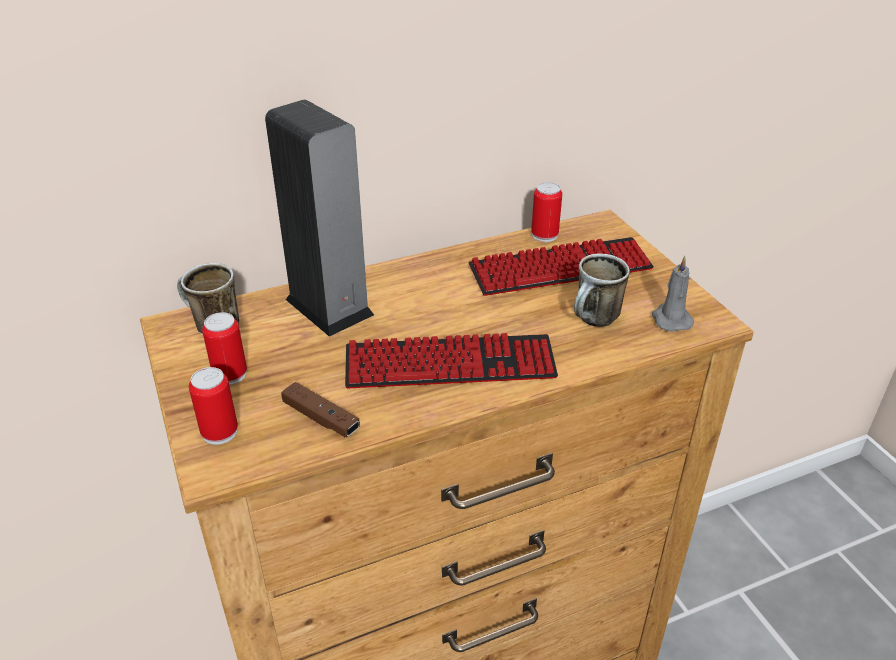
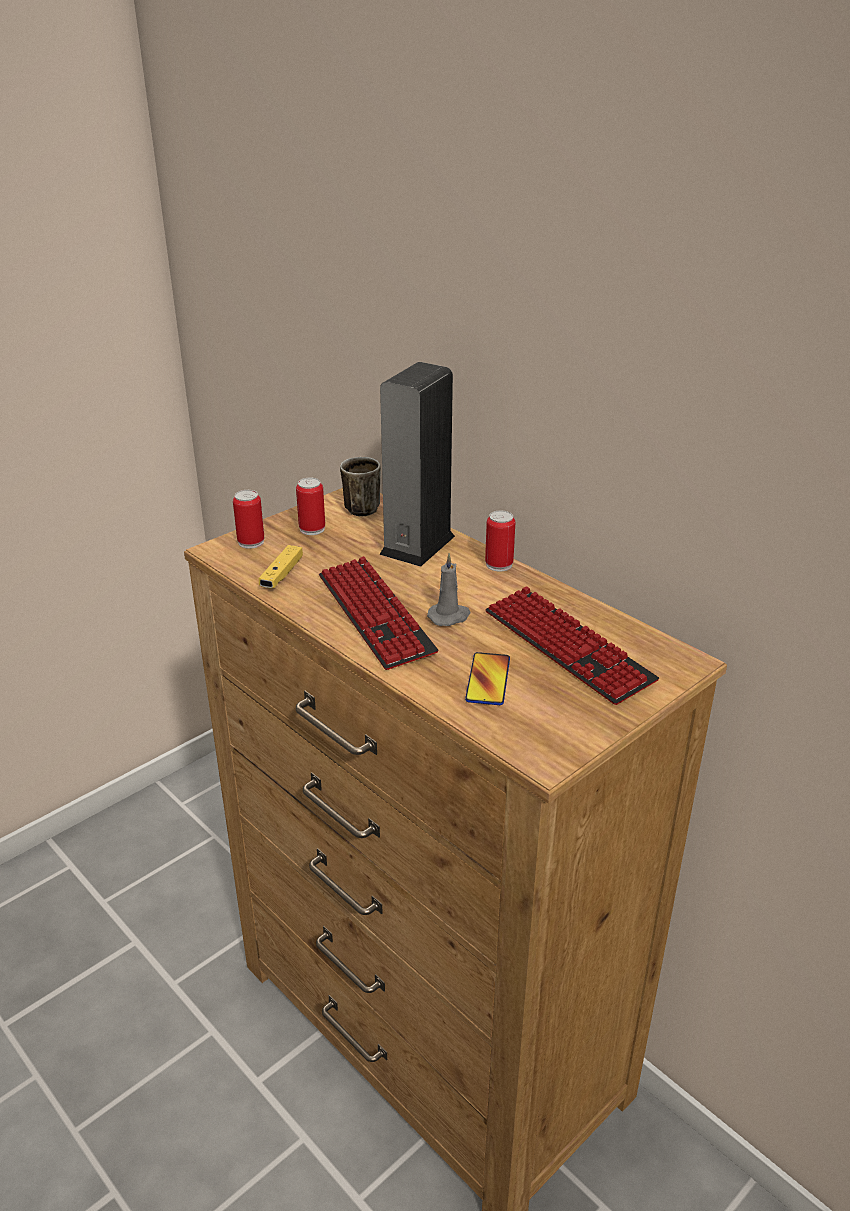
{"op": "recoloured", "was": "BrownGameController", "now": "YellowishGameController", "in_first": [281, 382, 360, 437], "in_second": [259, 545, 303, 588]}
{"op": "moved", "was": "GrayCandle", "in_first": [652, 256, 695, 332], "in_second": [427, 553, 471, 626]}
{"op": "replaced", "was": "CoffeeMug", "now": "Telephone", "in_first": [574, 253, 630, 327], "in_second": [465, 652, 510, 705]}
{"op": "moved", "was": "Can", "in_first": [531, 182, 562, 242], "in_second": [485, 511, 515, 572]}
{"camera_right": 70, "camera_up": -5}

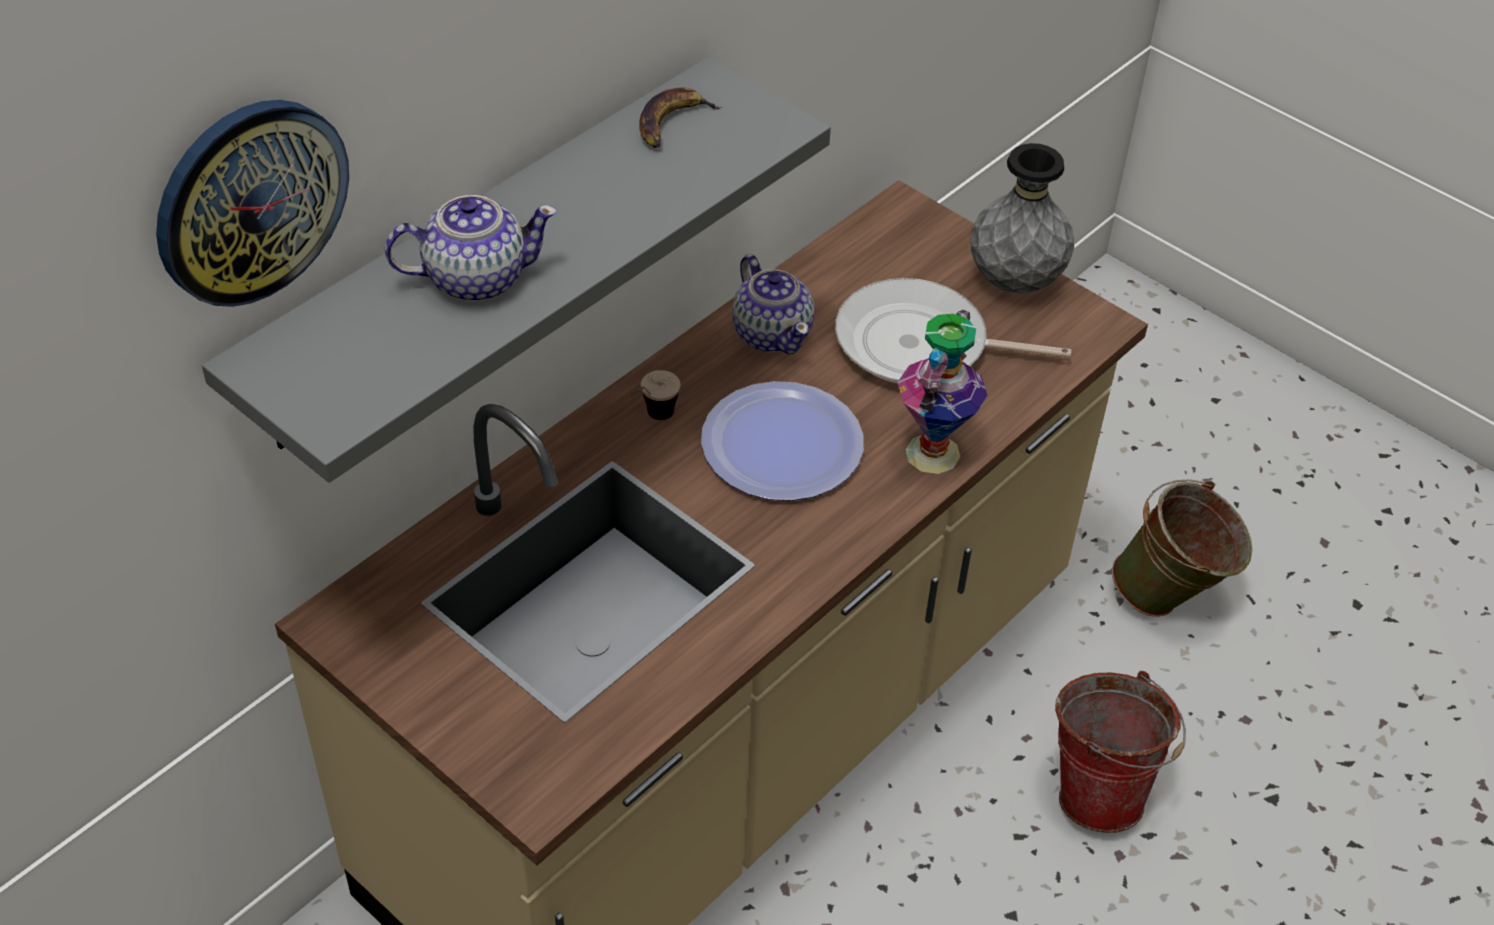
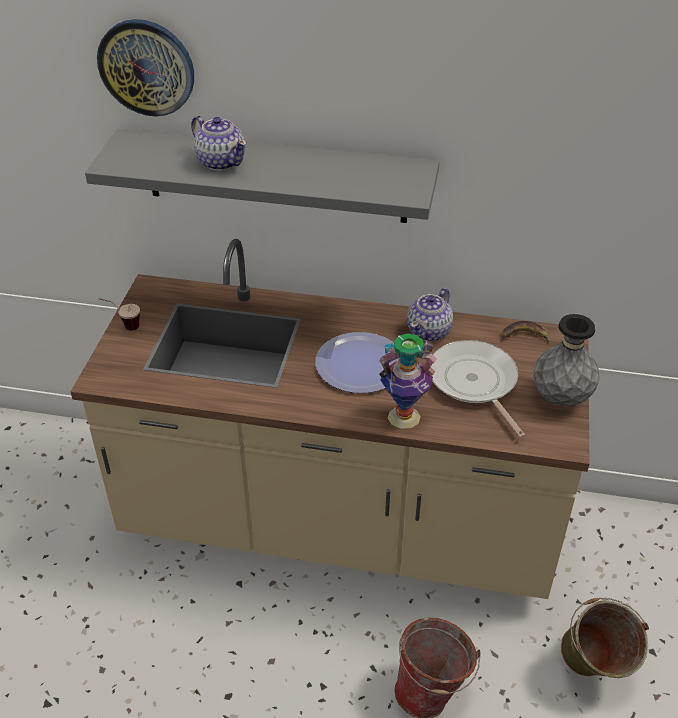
{"op": "moved", "was": "DrinkingCup", "in_first": [628, 370, 681, 420], "in_second": [99, 298, 140, 330]}
{"op": "moved", "was": "BananaFruit", "in_first": [639, 87, 722, 148], "in_second": [502, 321, 551, 345]}
{"camera_right": 60, "camera_up": -5}

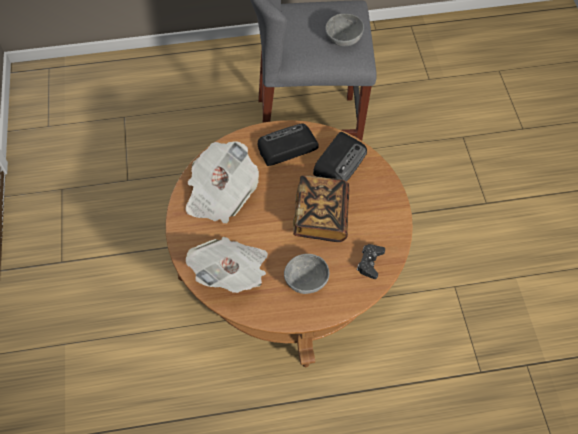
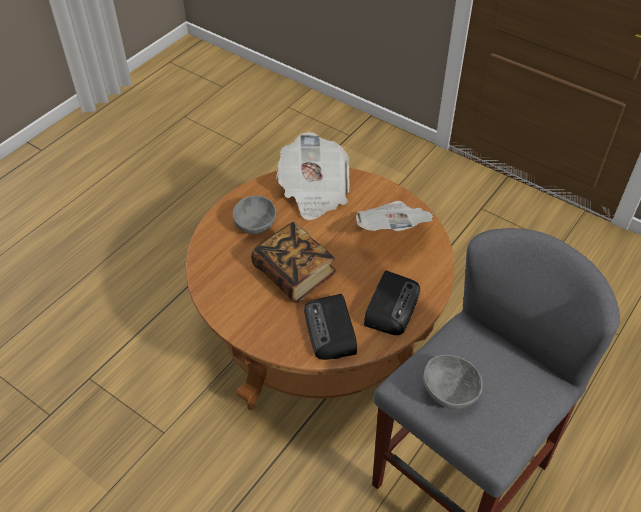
{"op": "removed", "was": "BlackGameController", "in_first": [357, 244, 385, 279]}
{"camera_right": 135, "camera_up": -10}

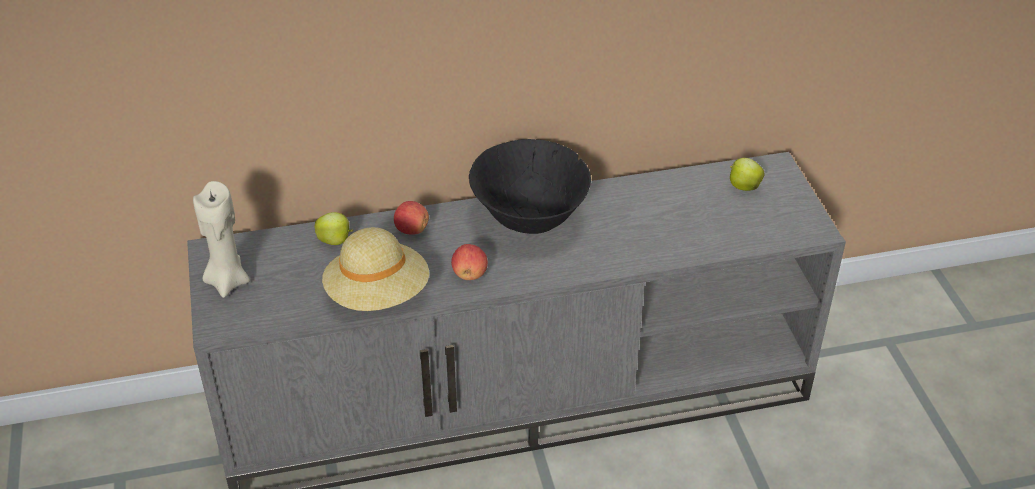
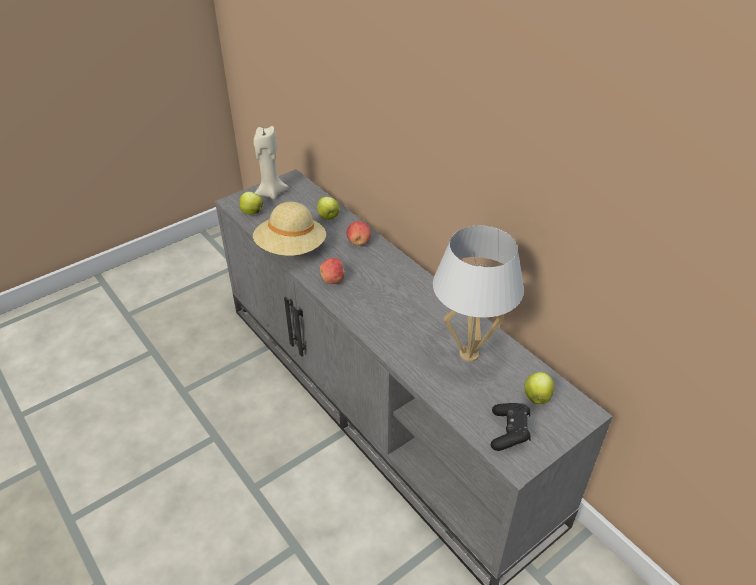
{"op": "added", "now": "WholeApple", "in_second": [240, 192, 263, 214]}
{"op": "added", "now": "WhiteLampForATable", "in_second": [433, 225, 524, 362]}
{"op": "added", "now": "BlackGameController", "in_second": [491, 403, 531, 451]}
{"op": "removed", "was": "BlackBowl", "in_first": [469, 139, 591, 234]}
{"camera_right": 65, "camera_up": 0}

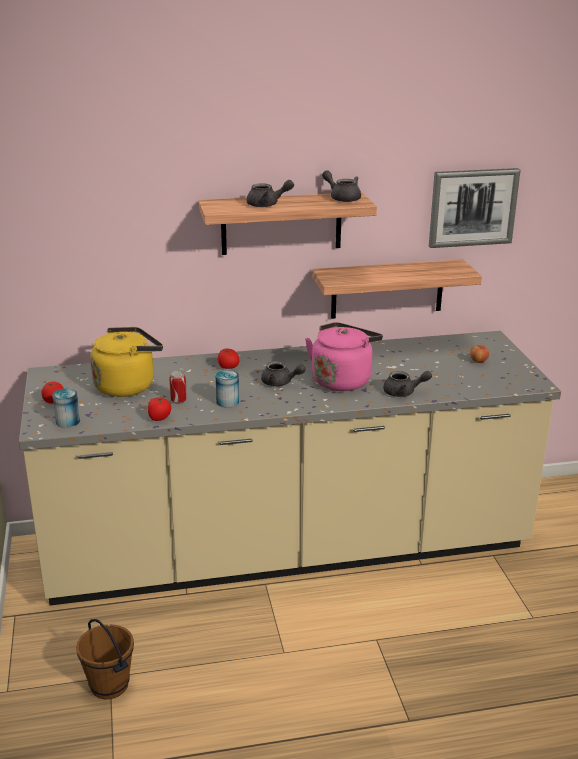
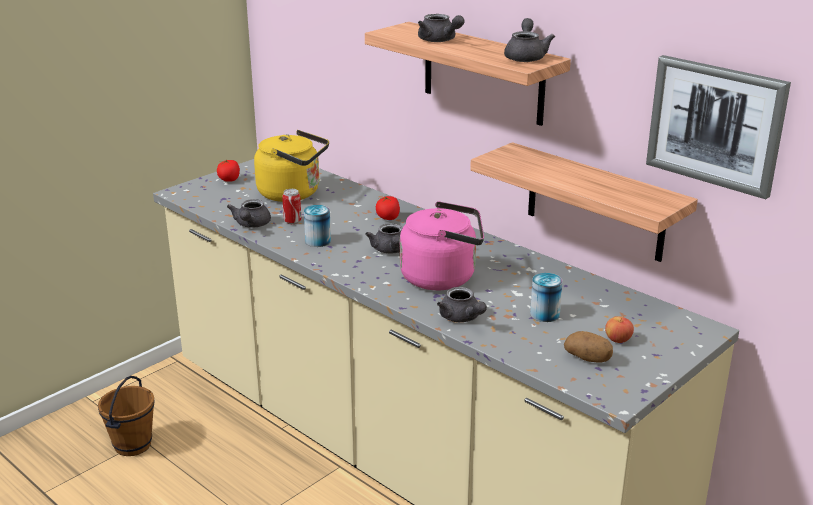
{"op": "replaced", "was": "WholeTomato", "now": "GrayTeaPot", "in_first": [148, 397, 171, 421], "in_second": [227, 199, 271, 228]}
{"op": "moved", "was": "Can", "in_first": [52, 388, 80, 428], "in_second": [530, 273, 563, 322]}
{"op": "added", "now": "Spud", "in_second": [564, 331, 613, 363]}
{"camera_right": 55, "camera_up": 0}

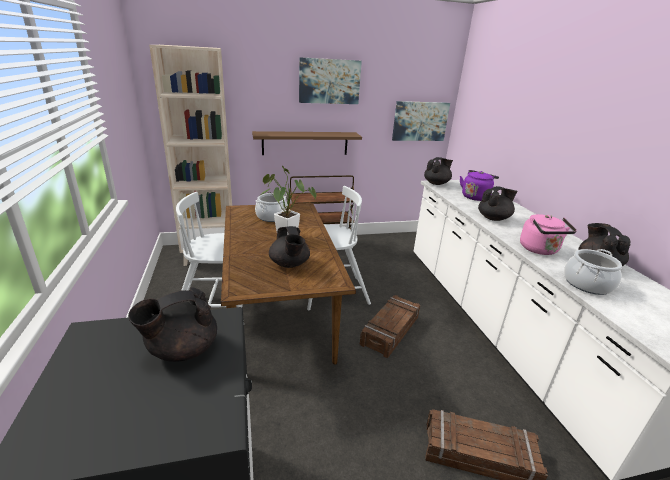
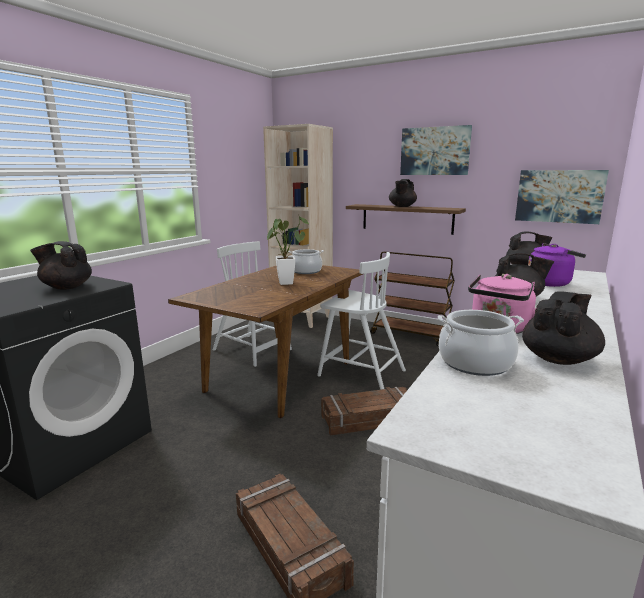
{"op": "moved", "was": "BlackTeaPot", "in_first": [269, 226, 310, 268], "in_second": [389, 179, 417, 207]}
{"camera_right": 45, "camera_up": -10}

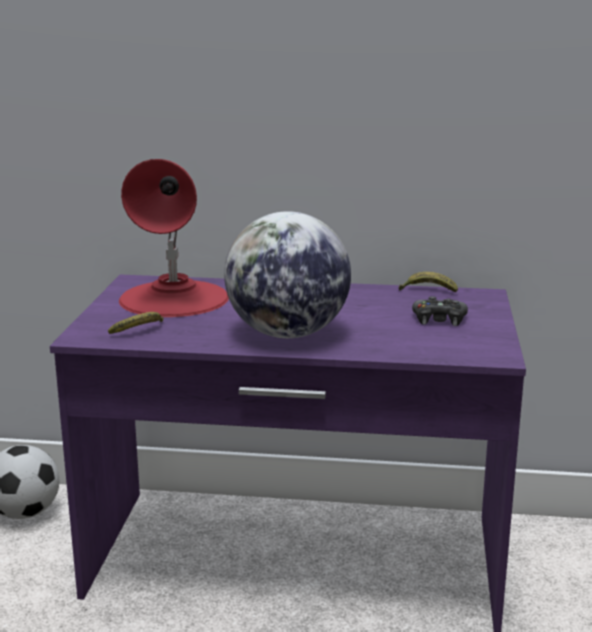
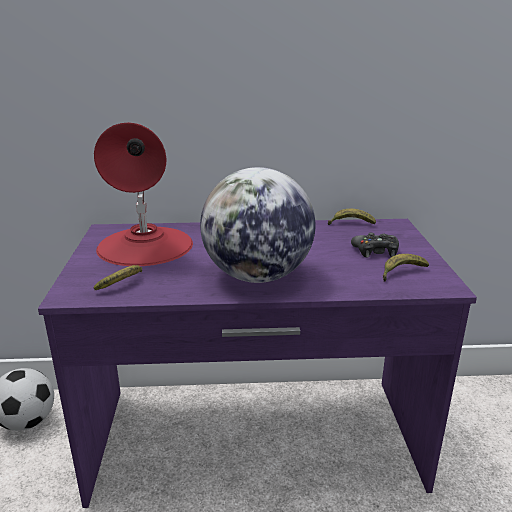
{"op": "added", "now": "BananaFruit", "in_second": [383, 254, 429, 282]}
{"camera_right": -10, "camera_up": 5}

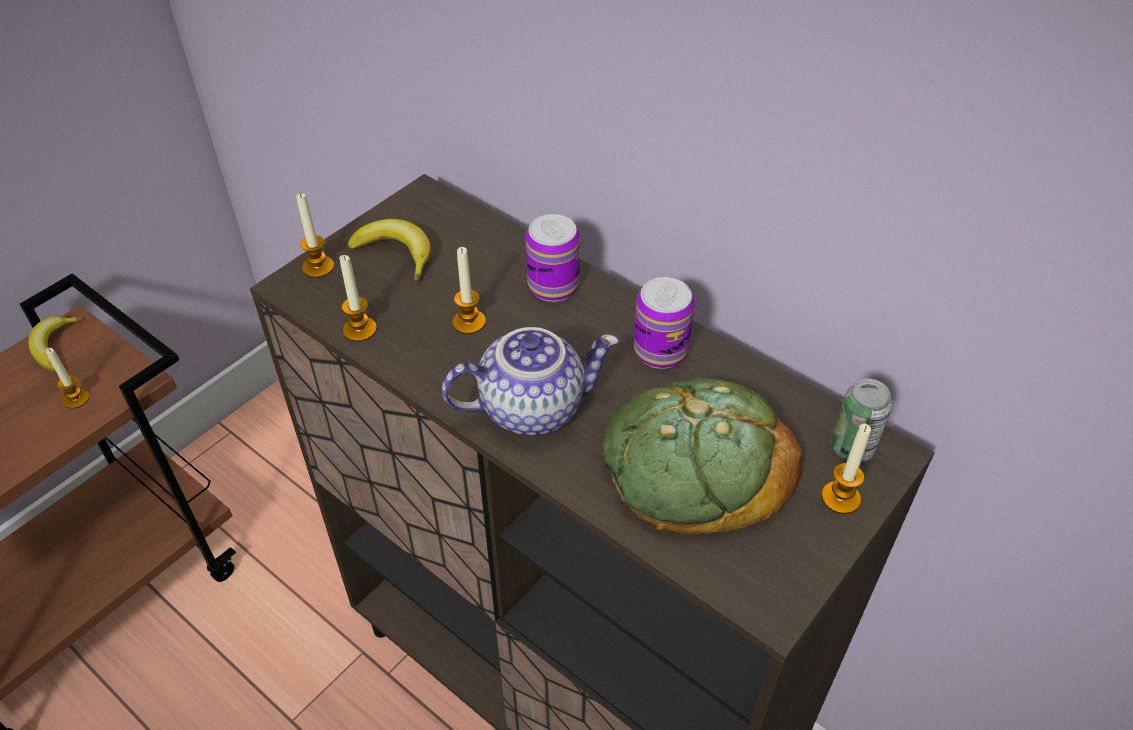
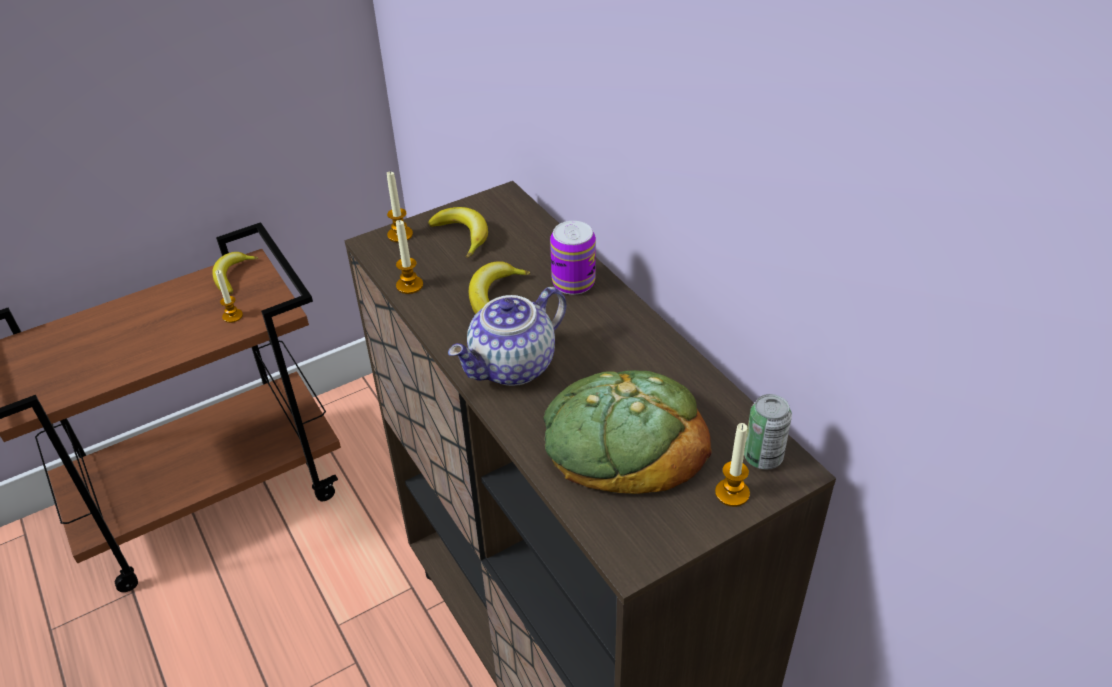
{"op": "turned", "was": "TeaPot", "in_first": [442, 327, 619, 436], "in_second": [448, 287, 566, 386], "clockwise": 135}
{"op": "replaced", "was": "Candle", "now": "BananaFruit", "in_first": [453, 247, 486, 334], "in_second": [469, 261, 530, 314]}
{"op": "removed", "was": "Can", "in_first": [634, 277, 695, 369]}
{"camera_right": 20, "camera_up": -5}

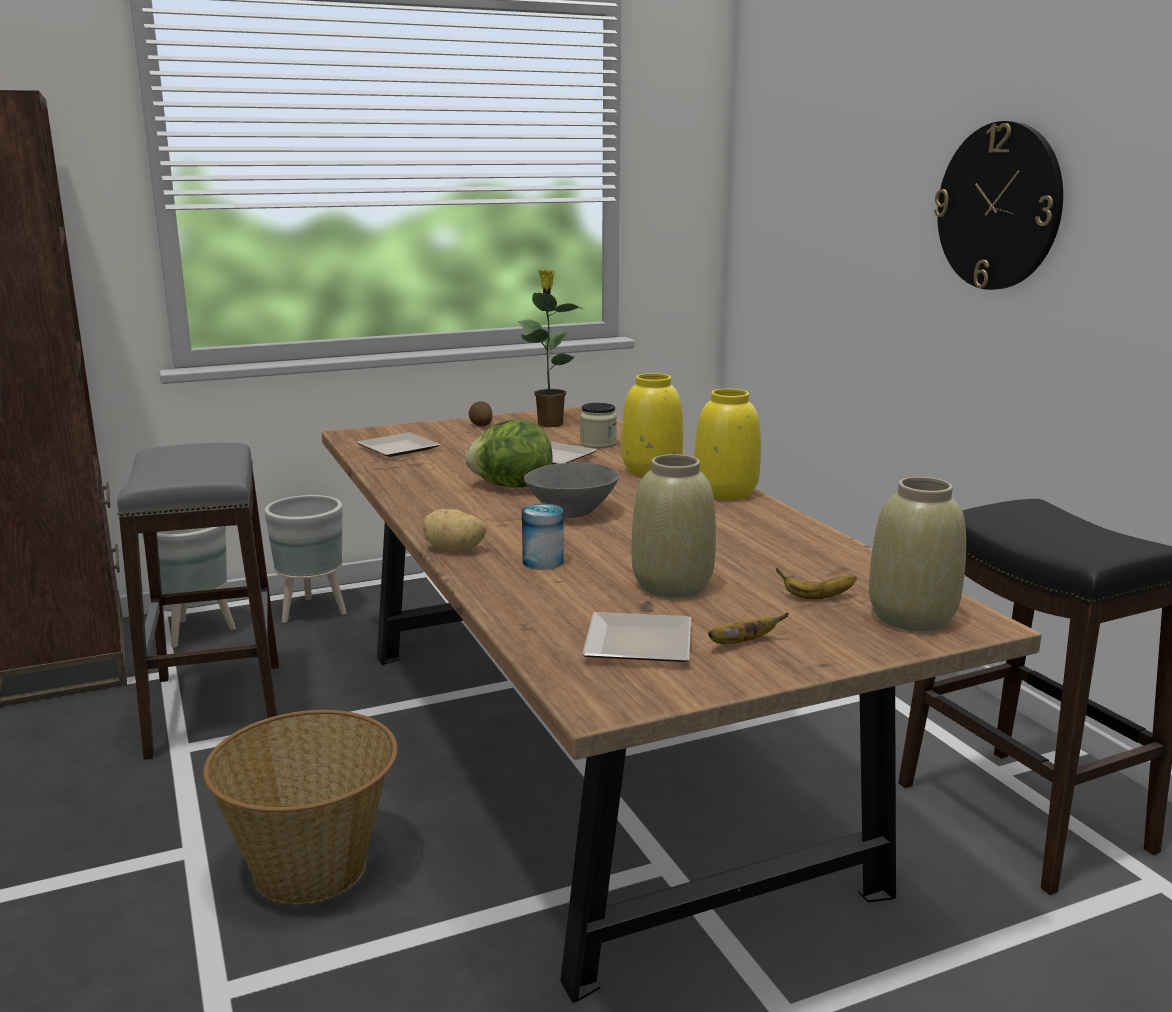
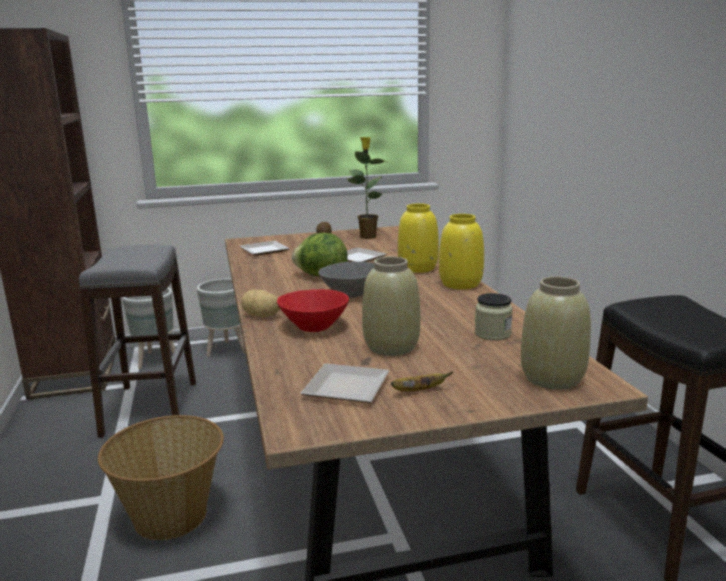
{"op": "replaced", "was": "Can", "now": "RedBowl", "in_first": [522, 504, 564, 570], "in_second": [277, 289, 349, 332]}
{"op": "moved", "was": "StorageJar", "in_first": [580, 403, 617, 448], "in_second": [475, 293, 513, 340]}
{"op": "removed", "was": "BananaFruit", "in_first": [776, 568, 857, 599]}
{"op": "removed", "was": "WallClock", "in_first": [934, 121, 1063, 290]}
{"camera_right": 10, "camera_up": 0}

